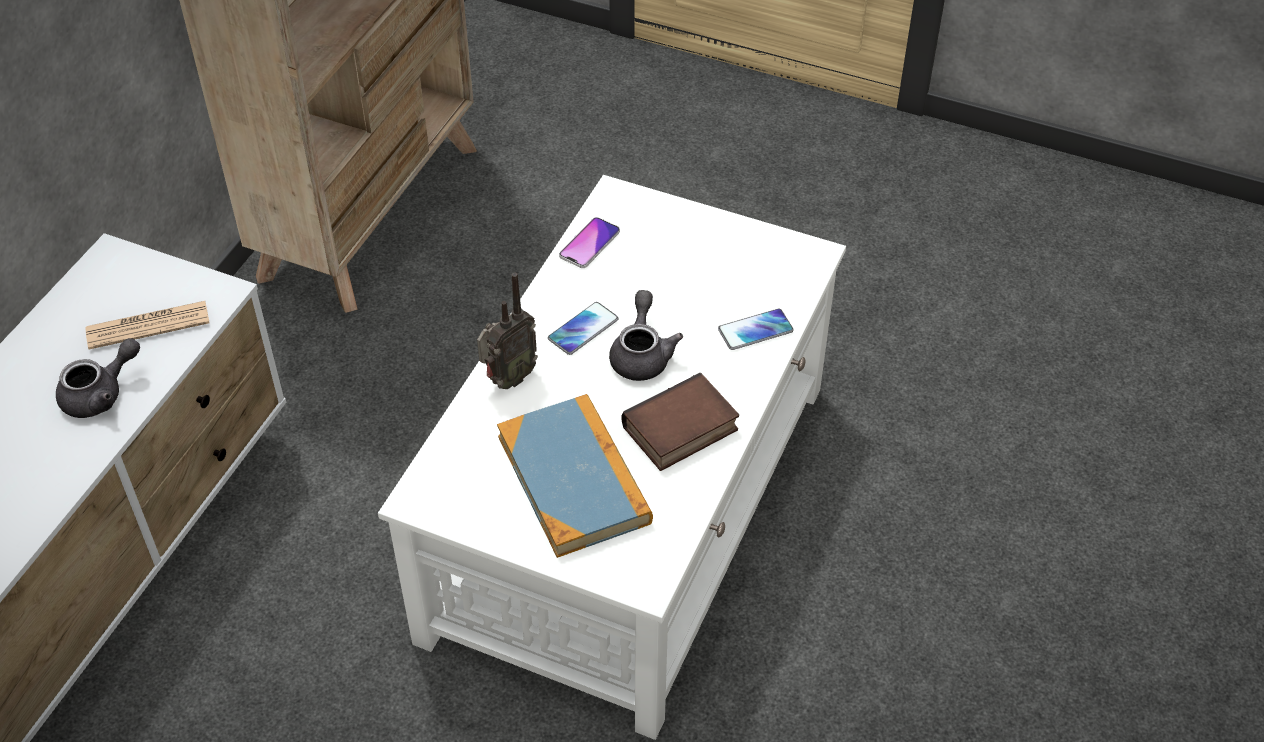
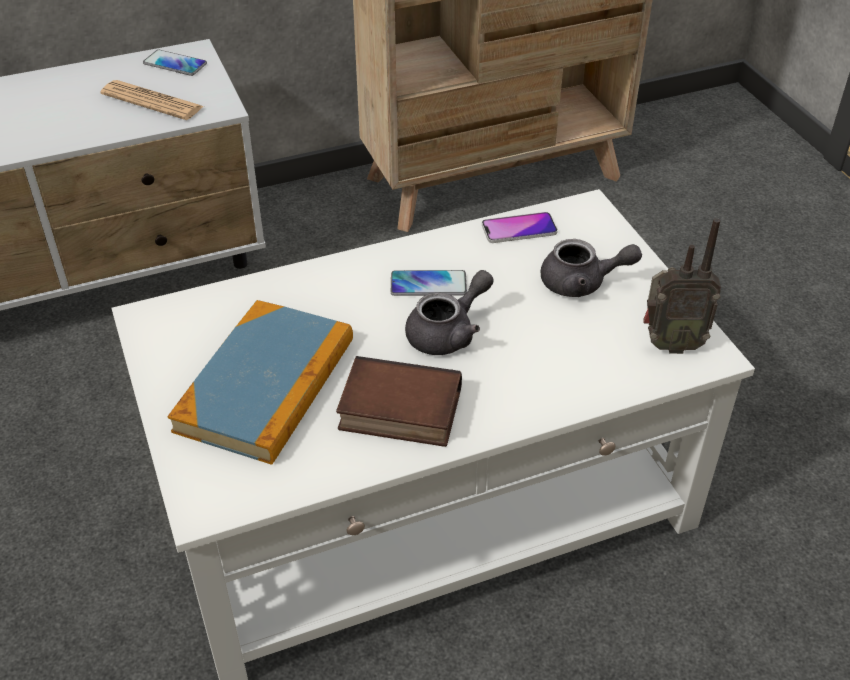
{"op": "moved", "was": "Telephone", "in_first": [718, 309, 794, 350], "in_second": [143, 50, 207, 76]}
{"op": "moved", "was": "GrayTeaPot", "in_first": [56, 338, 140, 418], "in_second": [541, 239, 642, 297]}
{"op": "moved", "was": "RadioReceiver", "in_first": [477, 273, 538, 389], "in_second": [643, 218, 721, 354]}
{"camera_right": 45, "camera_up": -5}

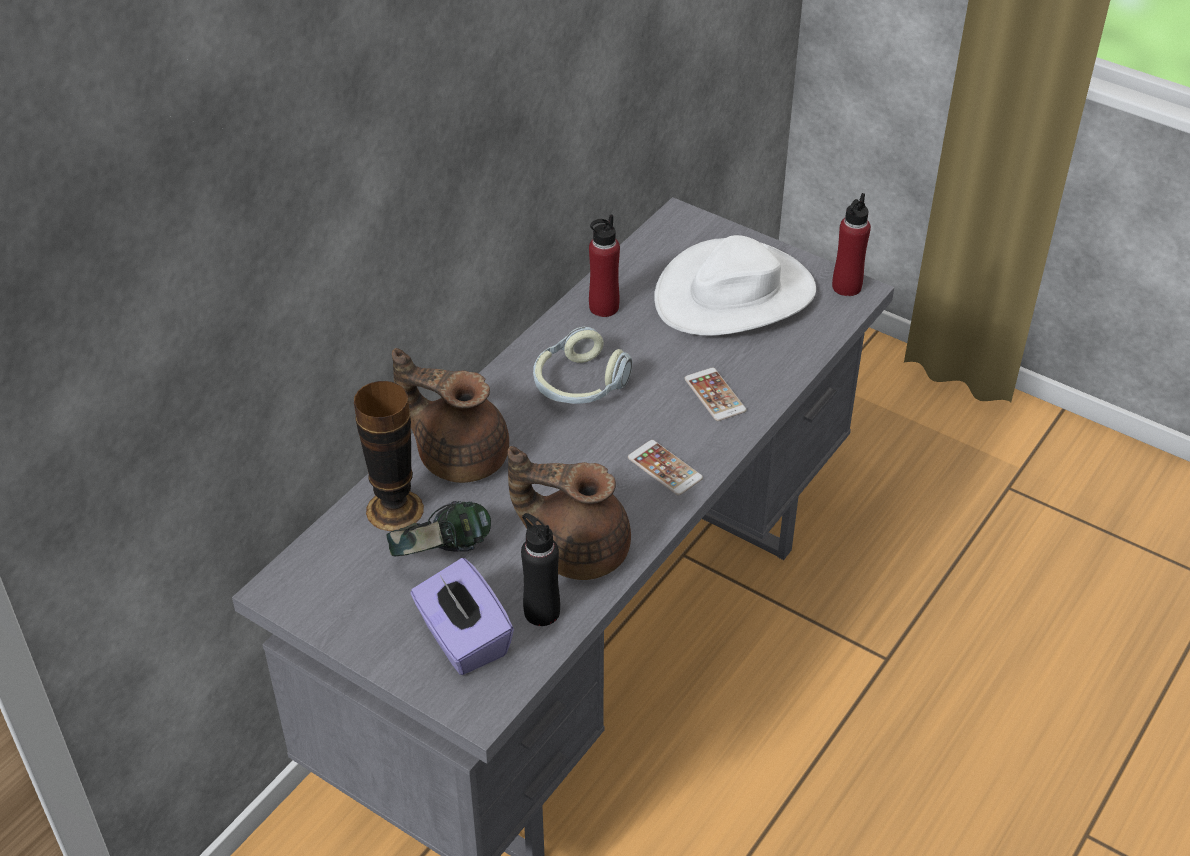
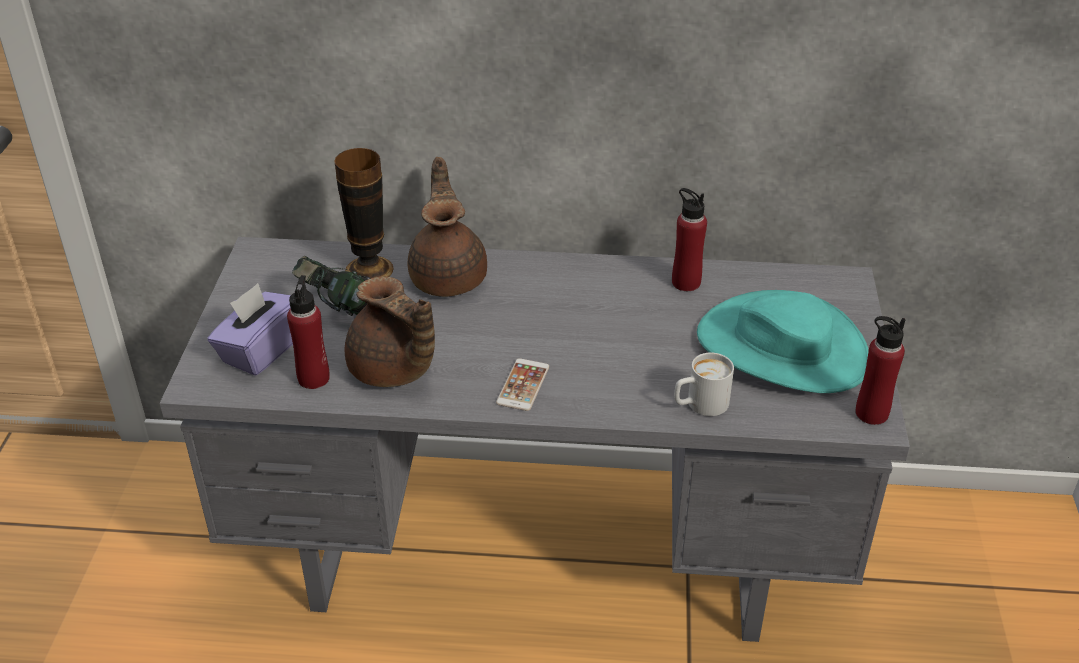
{"op": "recoloured", "was": "BlackBeverageBottle", "now": "RedBeverageBottle", "in_first": [521, 513, 560, 626], "in_second": [287, 275, 330, 389]}
{"op": "turned", "was": "BrownTeaPot", "in_first": [508, 446, 631, 580], "in_second": [345, 277, 435, 387], "clockwise": 150}
{"op": "added", "now": "WhiteCoffeeMug", "in_second": [674, 353, 734, 416]}
{"op": "recoloured", "was": "WhiteClothingHat", "now": "TurquoiseClothingHat", "in_first": [654, 235, 816, 336], "in_second": [697, 290, 869, 393]}
{"op": "removed", "was": "Headphones", "in_first": [533, 327, 633, 404]}
{"op": "removed", "was": "Telephone", "in_first": [684, 368, 747, 421]}
{"camera_right": 60, "camera_up": -5}

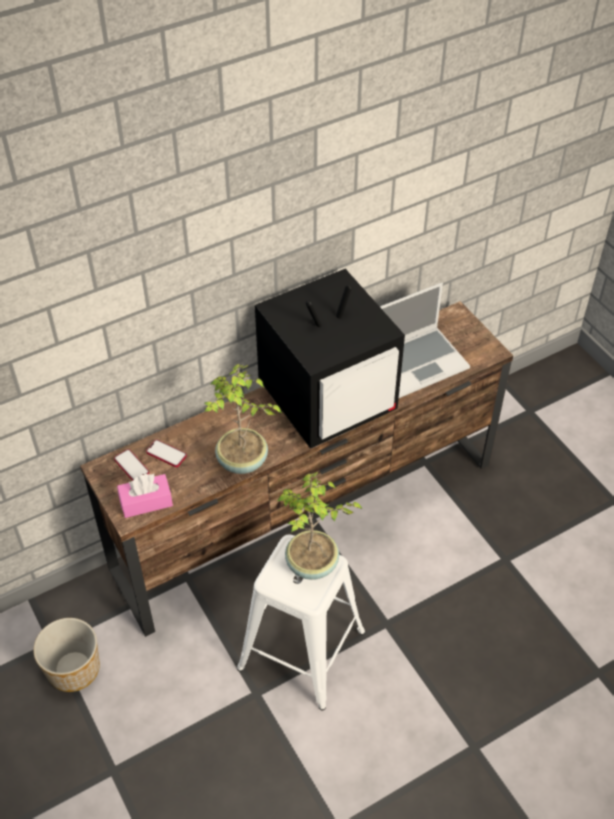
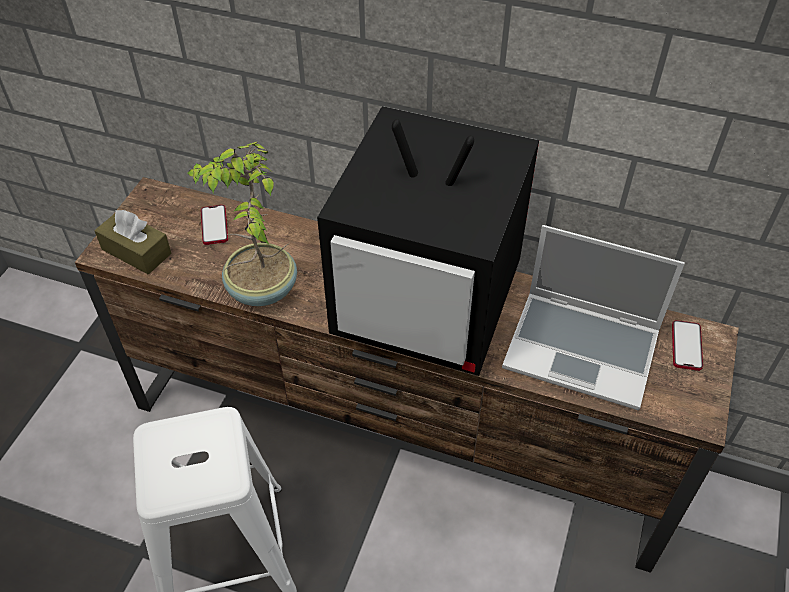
{"op": "recoloured", "was": "PinkColouredTissueBox", "now": "BrownTissueBox", "in_first": [117, 474, 173, 518], "in_second": [94, 210, 172, 274]}
{"op": "moved", "was": "Telephone", "in_first": [114, 449, 149, 481], "in_second": [672, 320, 703, 371]}
{"op": "removed", "was": "Planter", "in_first": [33, 618, 100, 692]}
{"op": "removed", "was": "Houseplant", "in_first": [277, 472, 362, 580]}
{"camera_right": 50, "camera_up": 0}

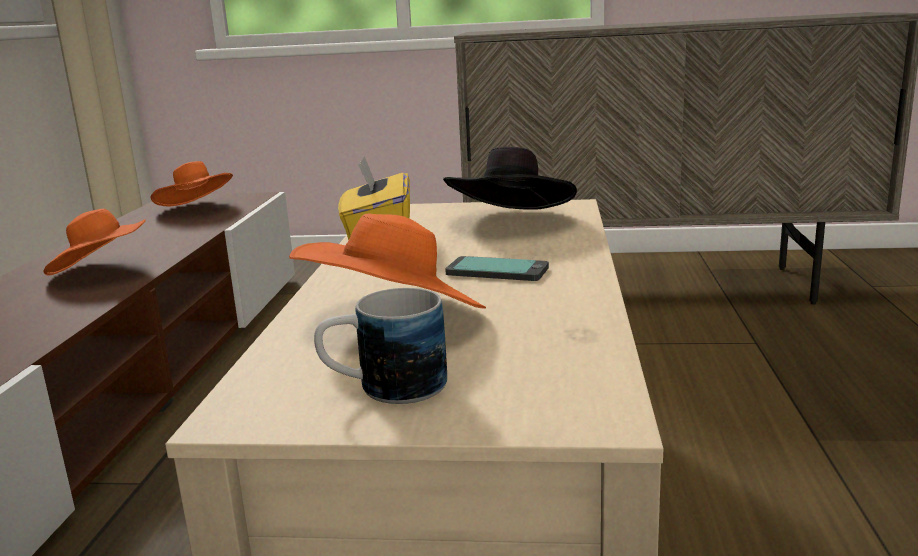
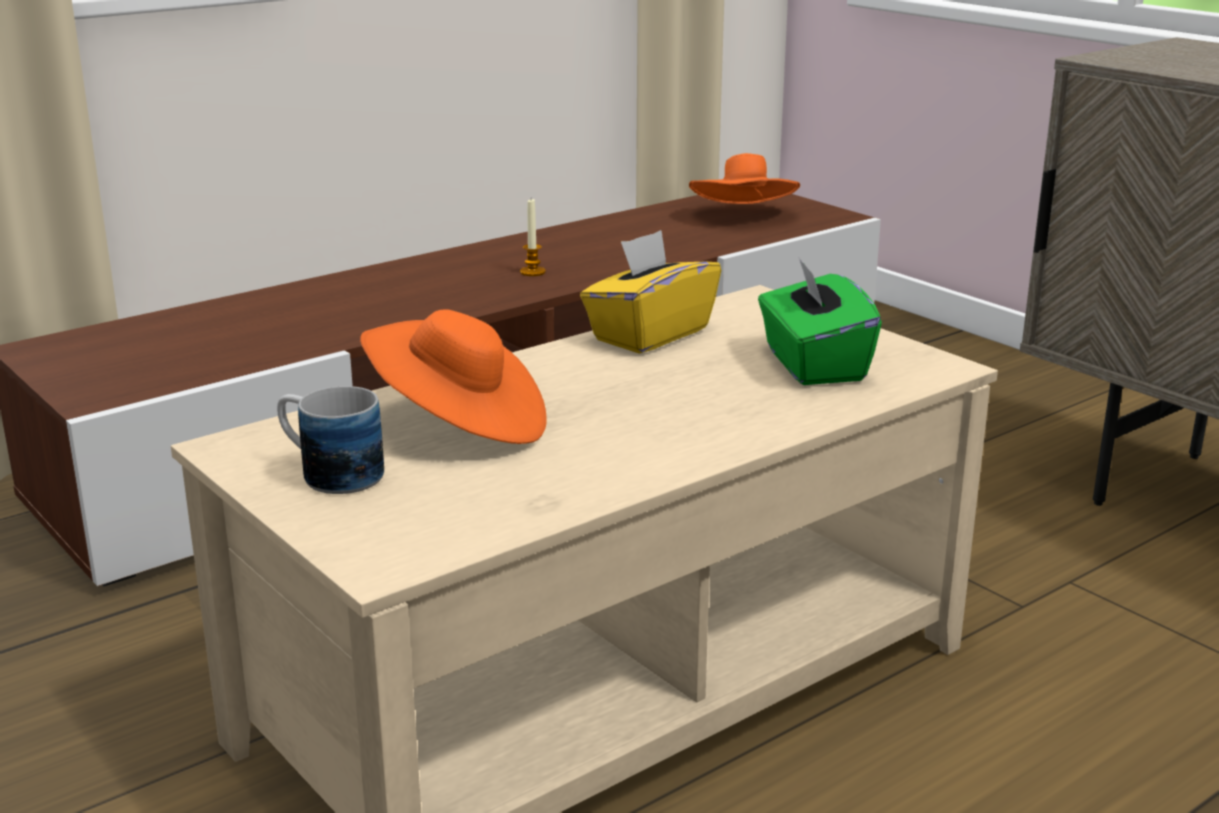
{"op": "replaced", "was": "OrangeClothingHat", "now": "Candle", "in_first": [44, 209, 146, 275], "in_second": [520, 199, 546, 276]}
{"op": "replaced", "was": "BlackClothingHat", "now": "GreenTissueBox", "in_first": [443, 147, 577, 210], "in_second": [758, 258, 882, 385]}
{"op": "removed", "was": "Telephone", "in_first": [445, 256, 549, 281]}
{"camera_right": 45, "camera_up": 5}

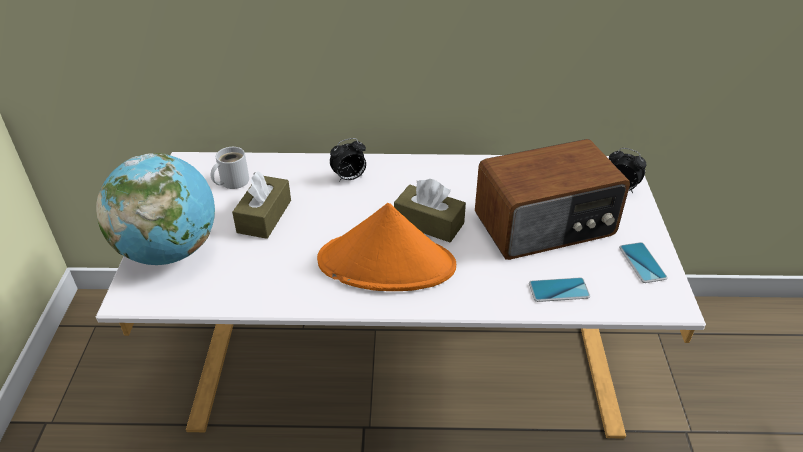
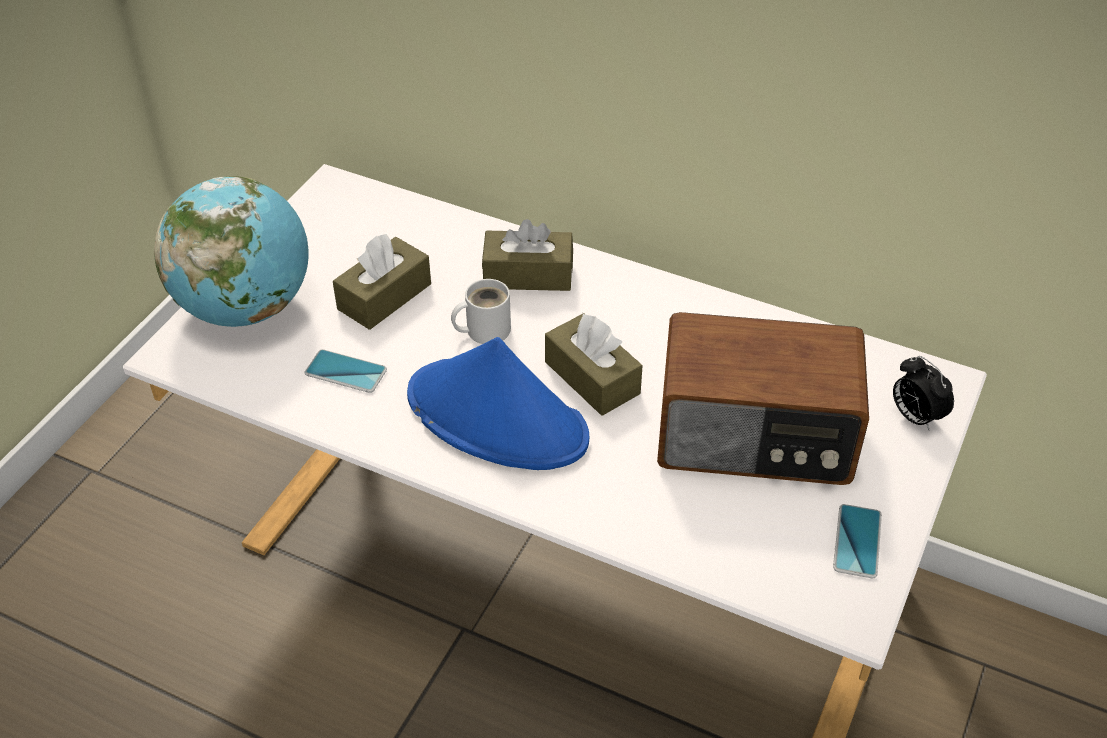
{"op": "moved", "was": "Telephone", "in_first": [529, 277, 590, 302], "in_second": [305, 349, 387, 393]}
{"op": "recoloured", "was": "OrangeClothingHat", "now": "BlueColouredClothingHat", "in_first": [317, 203, 456, 291], "in_second": [407, 337, 589, 470]}
{"op": "moved", "was": "WhiteCoffeeMug", "in_first": [211, 147, 249, 189], "in_second": [451, 279, 511, 344]}
{"op": "replaced", "was": "AlarmClock", "now": "BrownTissueBox", "in_first": [330, 138, 366, 182], "in_second": [482, 219, 573, 291]}
{"camera_right": 25, "camera_up": 5}

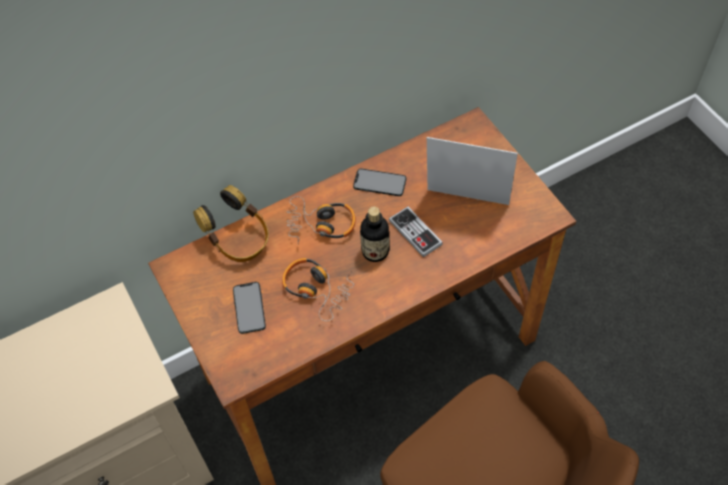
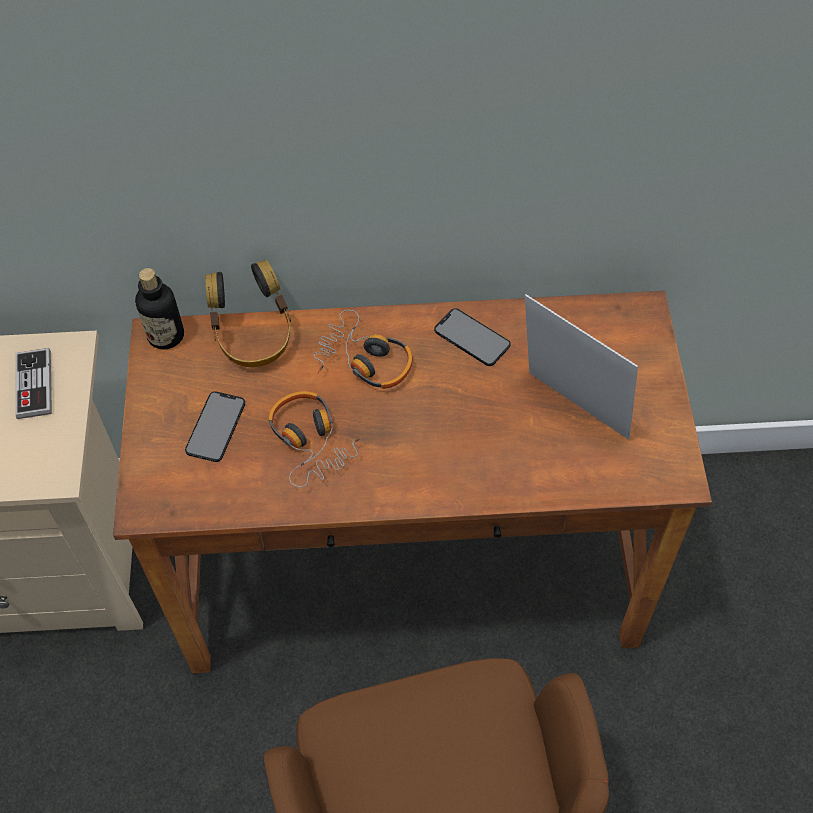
{"op": "moved", "was": "GameController", "in_first": [389, 206, 443, 257], "in_second": [15, 348, 52, 419]}
{"op": "moved", "was": "BeverageBottle", "in_first": [360, 206, 390, 262], "in_second": [135, 268, 184, 350]}
{"camera_right": 25, "camera_up": 0}

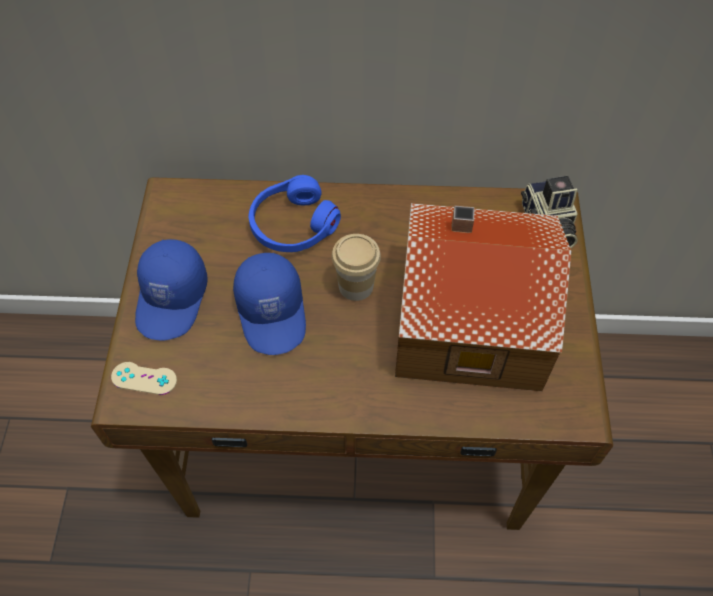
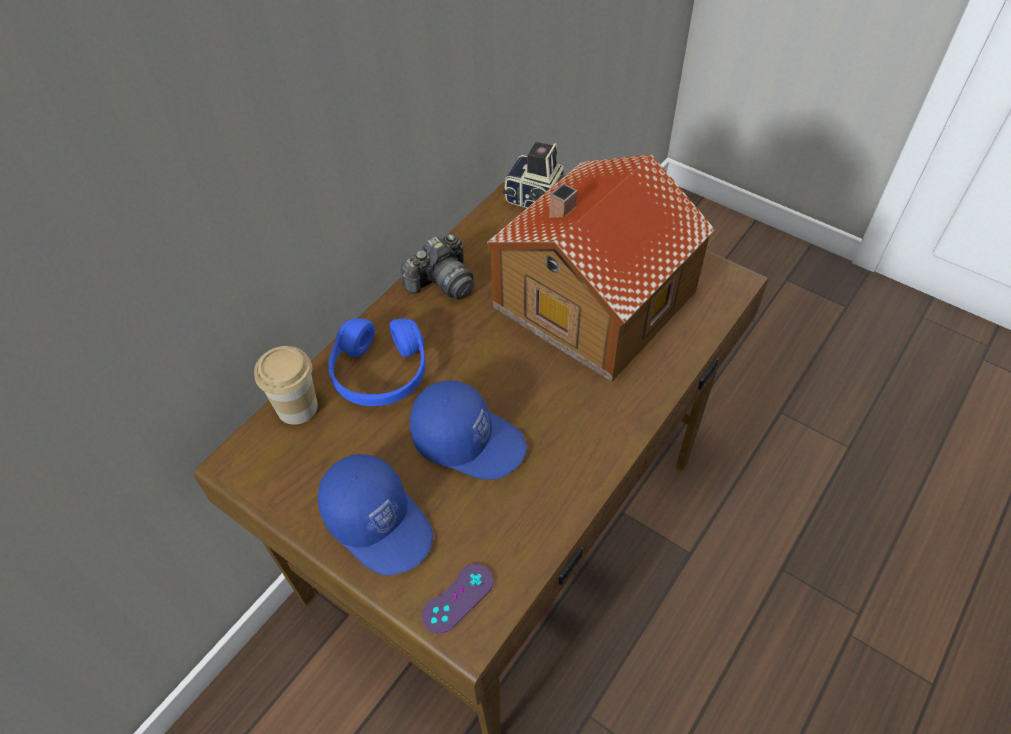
{"op": "moved", "was": "DrinkingCup", "in_first": [332, 234, 381, 301], "in_second": [254, 346, 318, 425]}
{"op": "added", "now": "StillCamera", "in_second": [401, 234, 475, 300]}
{"op": "recoloured", "was": "BeigeGameController", "now": "PurpleColouredGameController", "in_first": [111, 362, 177, 395], "in_second": [422, 564, 493, 633]}
{"camera_right": -55, "camera_up": -5}

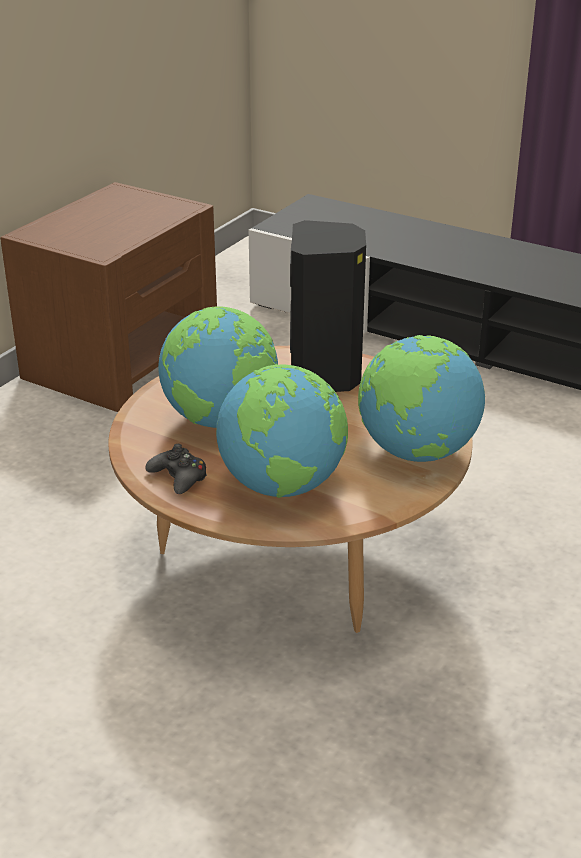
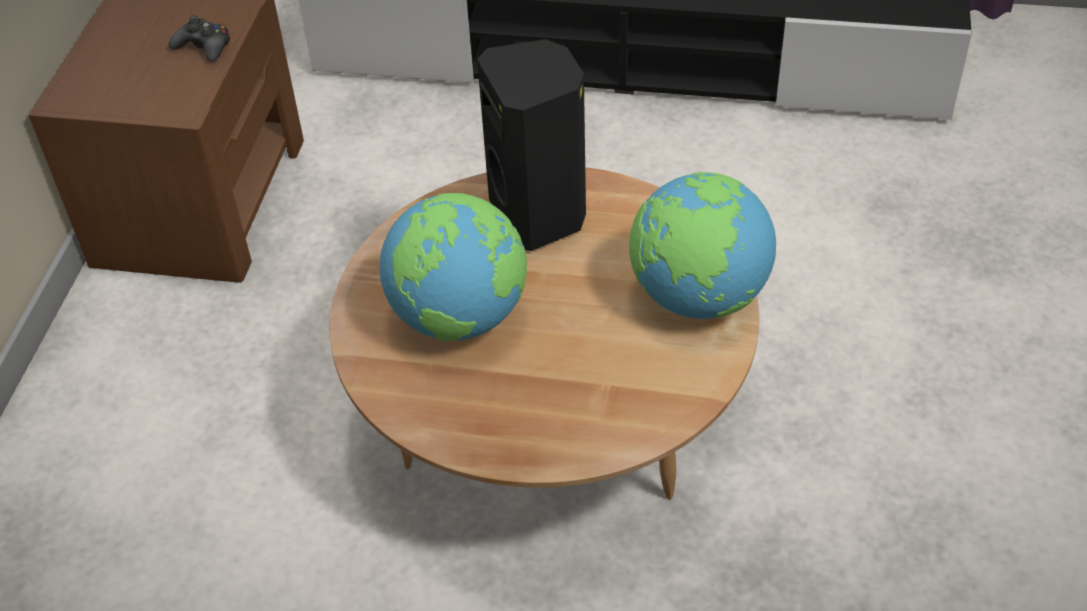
{"op": "moved", "was": "BlackGameController", "in_first": [146, 444, 207, 494], "in_second": [169, 15, 230, 62]}
{"op": "removed", "was": "Globe", "in_first": [216, 365, 348, 498]}
{"camera_right": -20, "camera_up": 15}

